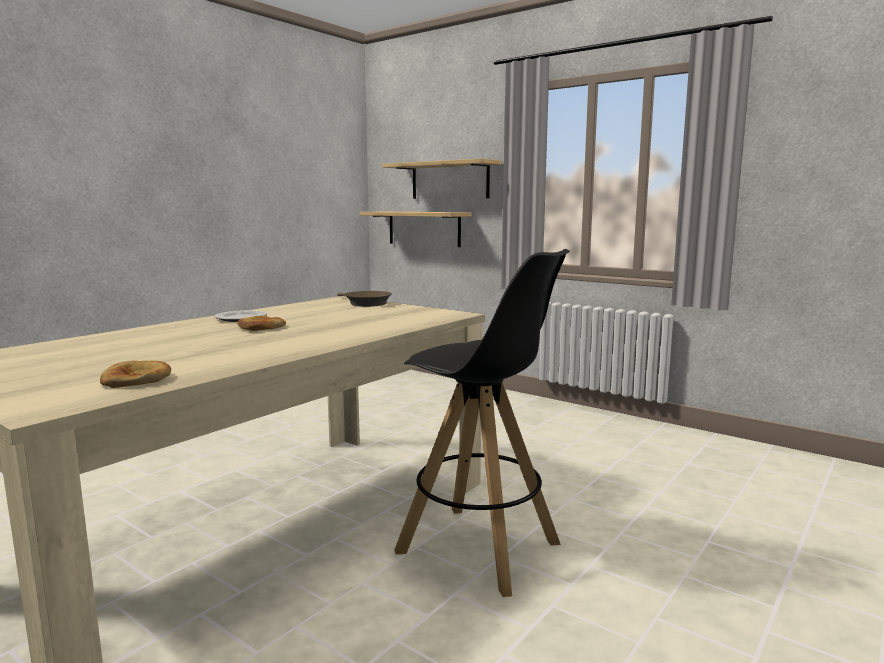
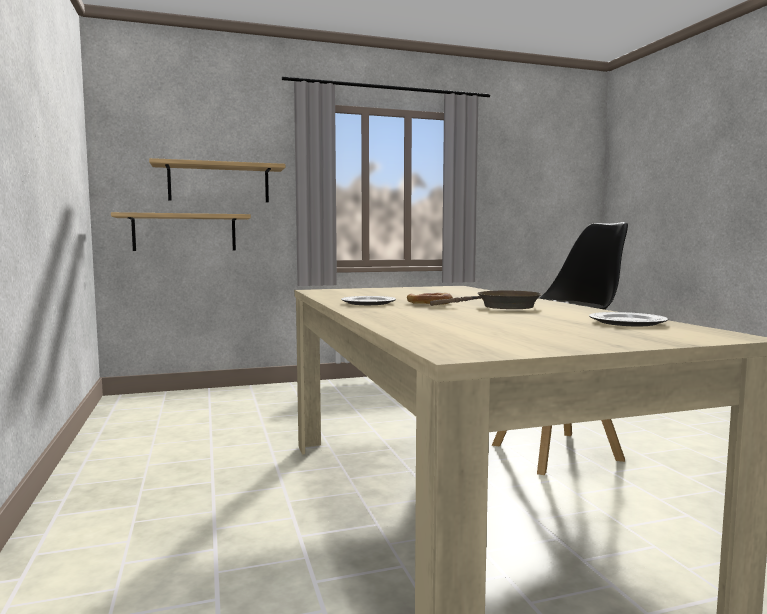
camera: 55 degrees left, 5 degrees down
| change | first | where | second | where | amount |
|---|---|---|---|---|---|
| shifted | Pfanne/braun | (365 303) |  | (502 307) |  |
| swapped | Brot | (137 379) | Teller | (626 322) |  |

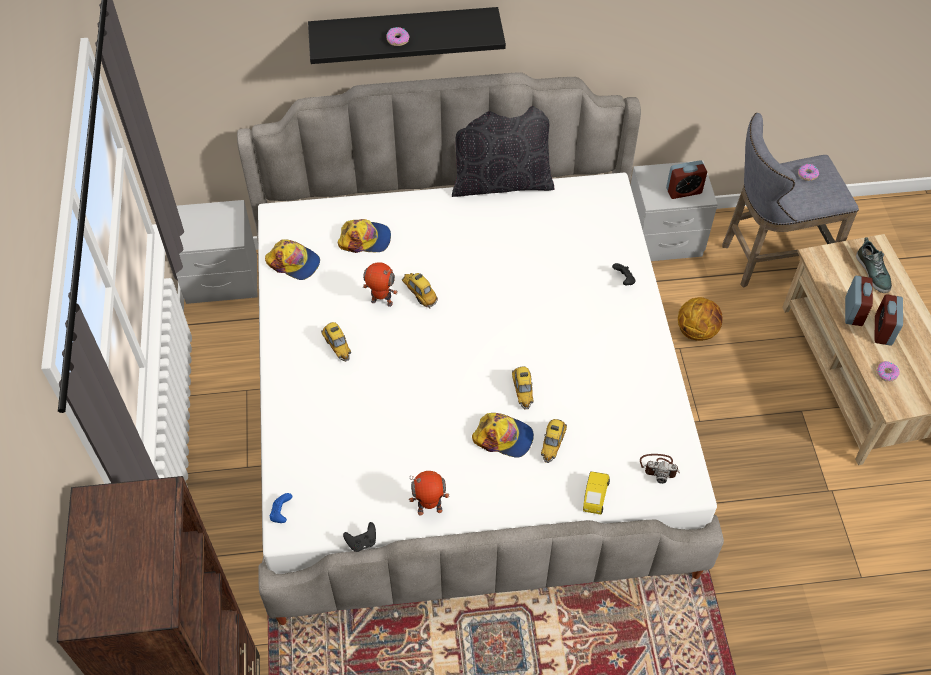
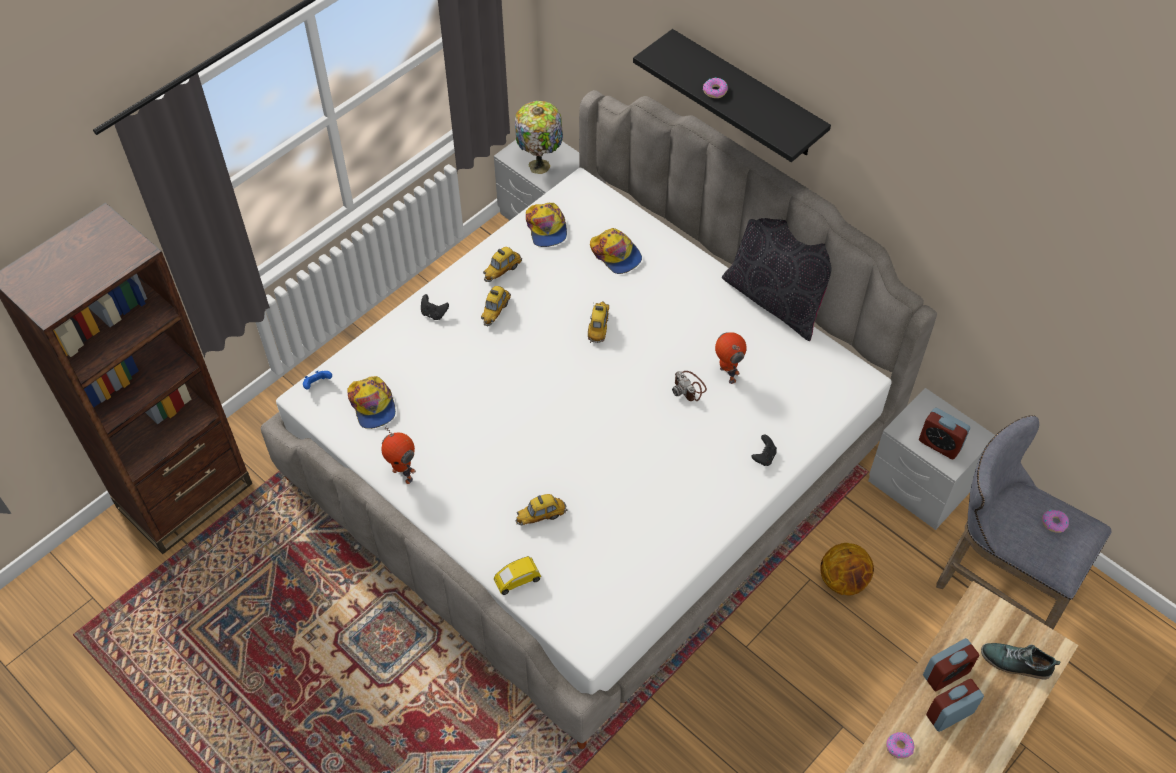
camera: 50 degrees right, 0 degrees up
| change | first | where | second | where | amount |
|---|---|---|---|---|---|
| rotated | Schuh | (873 272) |  | (1015 663) | 75 degrees clockwise |
| shifted | Spielzeugroboter | (381 303) |  | (726 375) |  |
| shifted | Spielzeugauto | (522 391) |  | (502 271) |  |
| shifted | Kappe | (503 437) |  | (372 405) |  |
| shifted | Kamera | (659 467) |  | (689 387) |  |
| shifted | Gamepad/schwarz | (362 542) |  | (434 313) |  |
| new |  |  | Tischlampe | (540 165) |  |

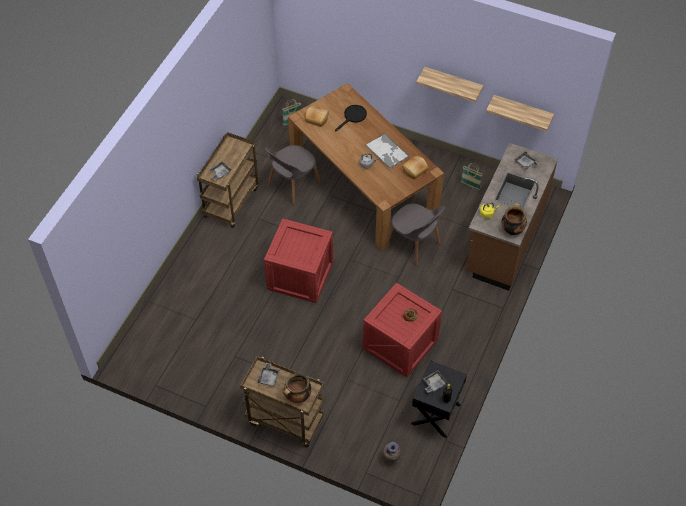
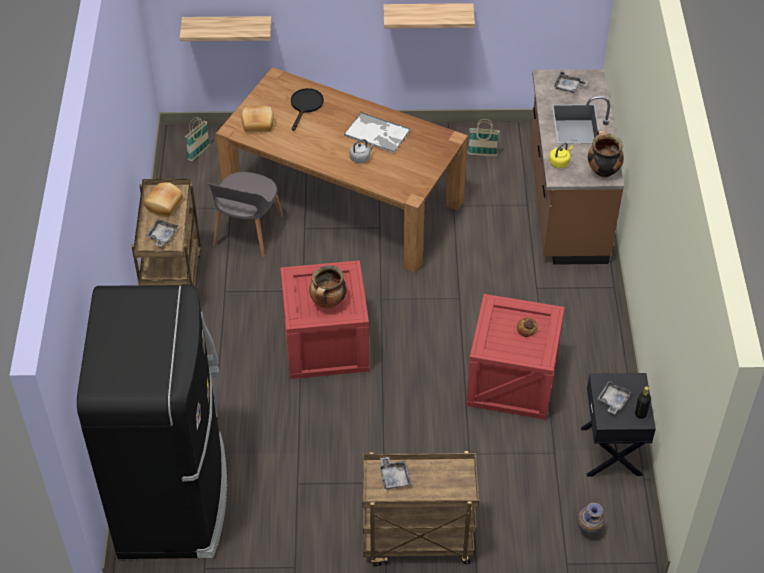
camera: 25 degrees left, 5 degrees down
| change | first | where | second | where | amount |
|---|---|---|---|---|---|
| shifted | Wandregal | (522 111) |  | (227 27) |  |
| shifted | Brot | (415 171) |  | (165 205) |  |
| gone | Stuhl/grau | (414 244) |  |  |  |
| shifted | Kochtopf | (297 397) |  | (328 303) |  |
| new |  |  | Kühlschrank/schwarz | (174 496) |  |

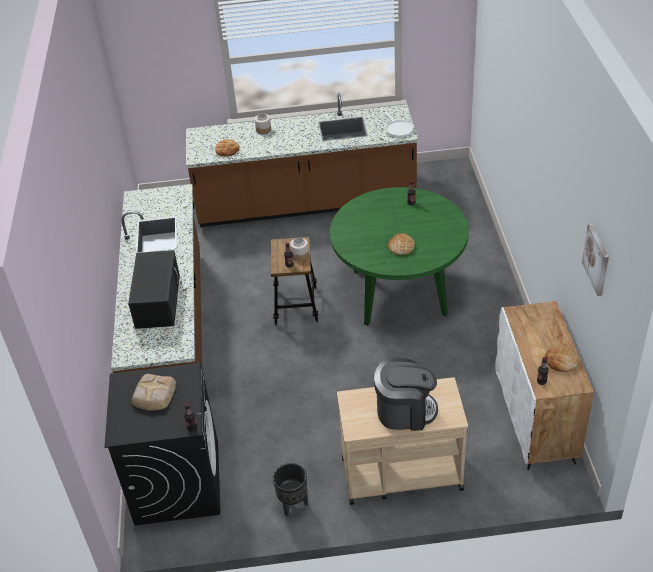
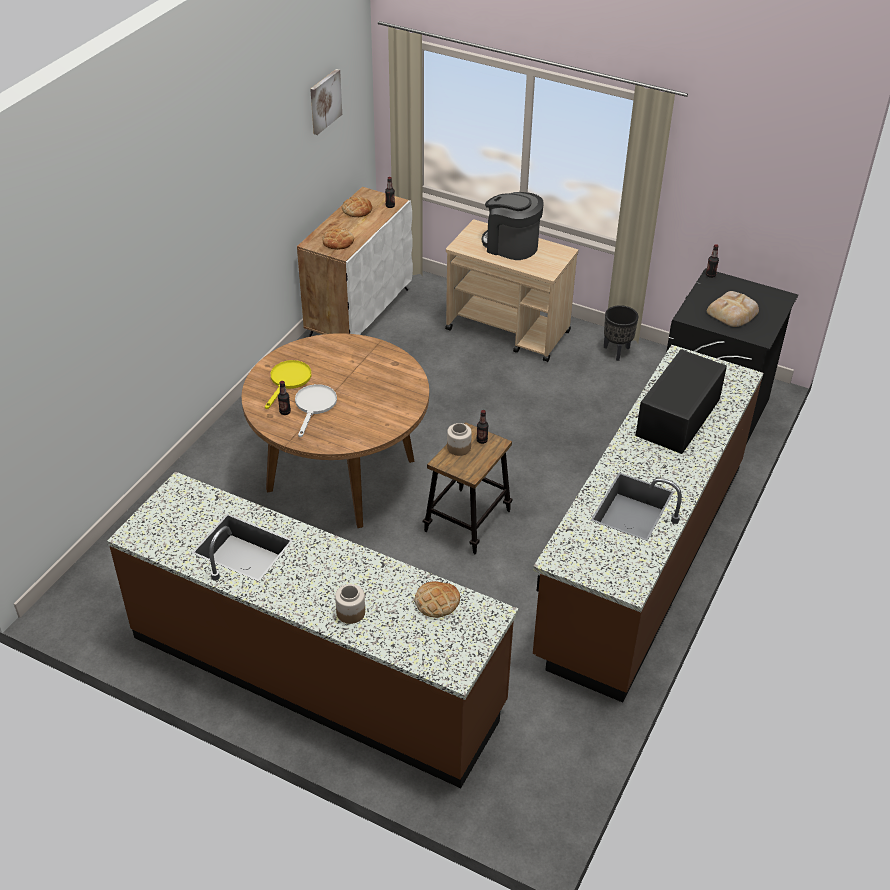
camera: 150 degrees left, 0 degrees up
| change | first | where | second | where | amount |
|---|---|---|---|---|---|
| shifted | Pfanne/weiß | (397 128) |  | (314 406) |  |
| repainted | Esstisch/grün | (399 292) | Esstisch/braun | (341 475) |  |
| shifted | Brot | (401 246) |  | (338 242) |  |
| new |  |  | Pfanne/gelb | (288 381) |  |

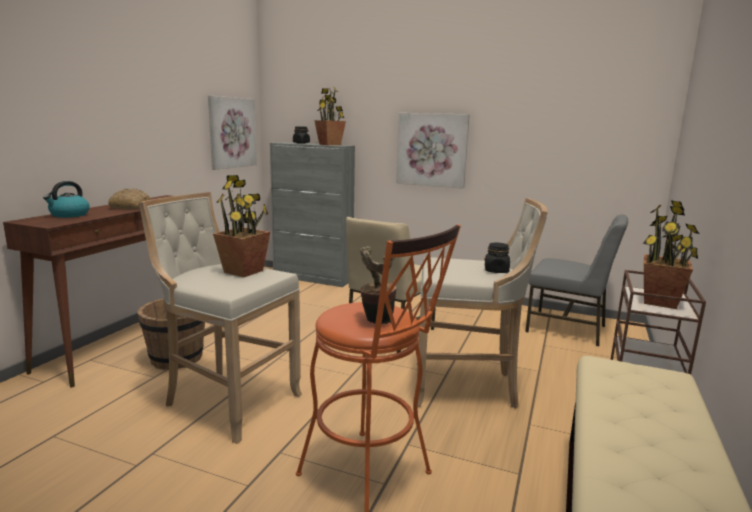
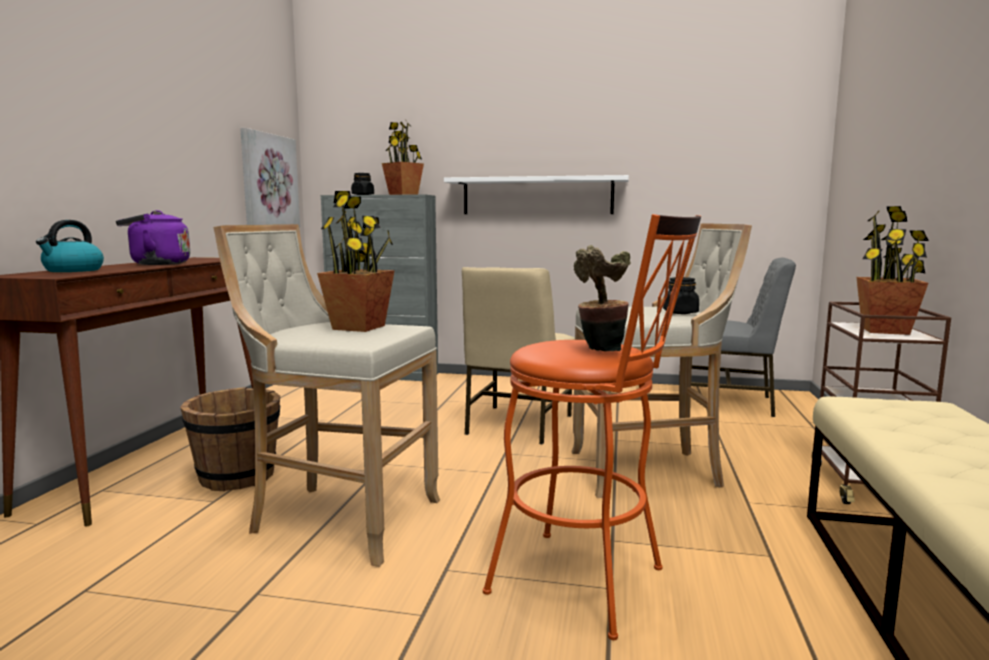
camera: 10 degrees left, 5 degrees down
| change | first | where | second | where | amount |
|---|---|---|---|---|---|
| swapped | Bild | (432 150) | Wandregal/weiß | (537 196) |  |
| swapped | Brot | (130 206) | Wasserkessel/lila | (156 264) |  |

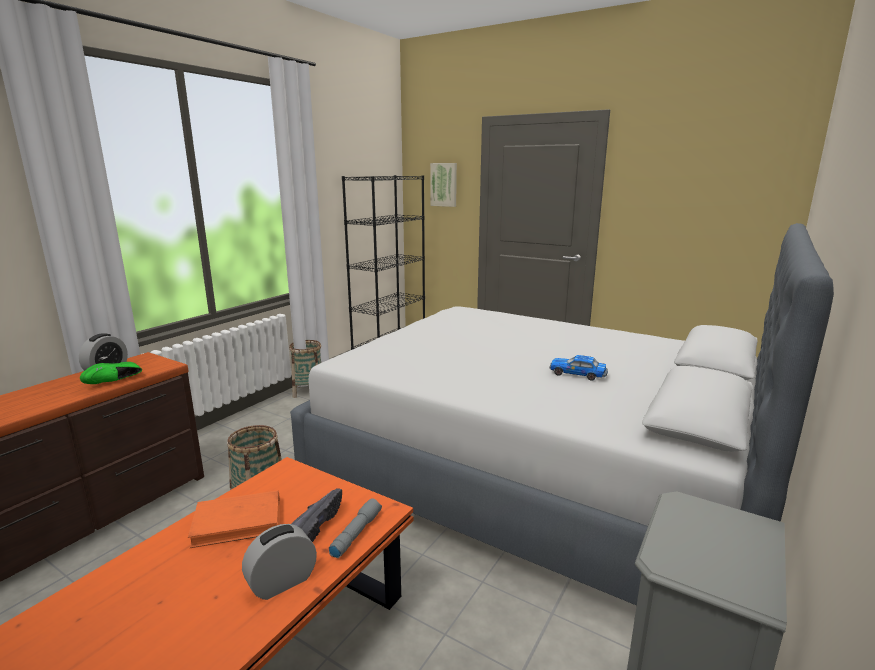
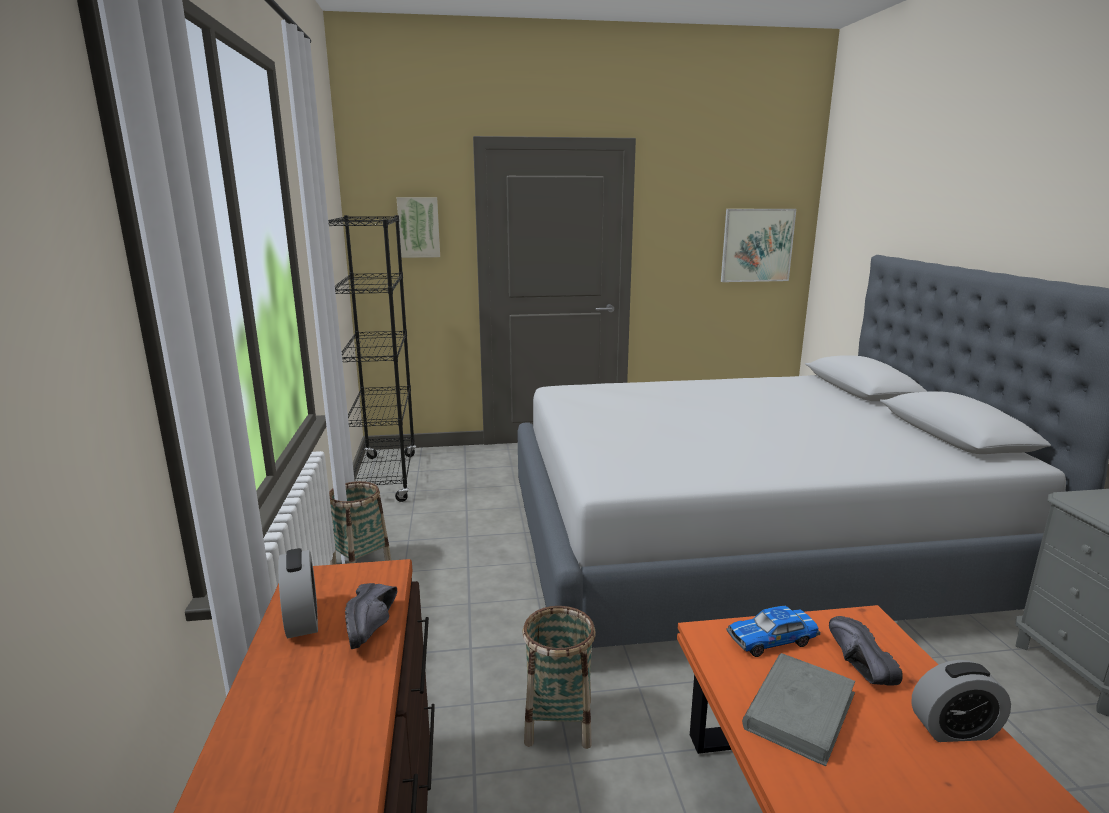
camera: 40 degrees left, 0 degrees up
| change | first | where | second | where | amount |
|---|---|---|---|---|---|
| shifted | Spielzeugauto | (578 374) |  | (772 640) |  |
| repainted | Schuh/grün | (115 382) | Schuh/schwarz | (374 627) |  |
| repainted | Buch/orange | (238 522) | Buch/grau | (799 710) |  |
| gone | Taschenlampe/grau | (356 533) |  |  |  |
| rotated | Wecker | (282 582) |  | (954 729) | 105 degrees counterclockwise |
| new |  |  | Bild | (757 245) |  |

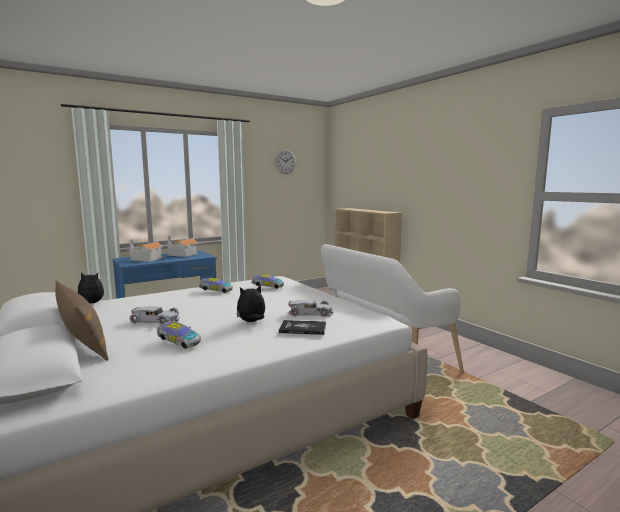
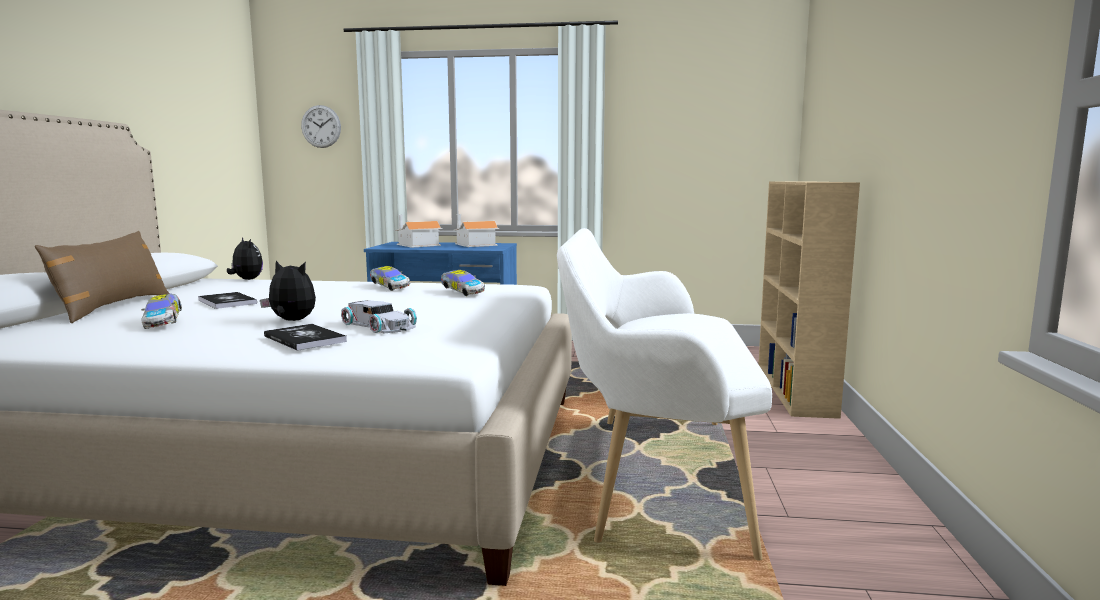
camera: 40 degrees right, 0 degrees up
| change | first | where | second | where | amount |
|---|---|---|---|---|---|
| shifted | Wanduhr | (285 161) |  | (321 126) |  |
| swapped | Spielzeugauto/weiß | (155 320) | Buch | (227 302) |  |

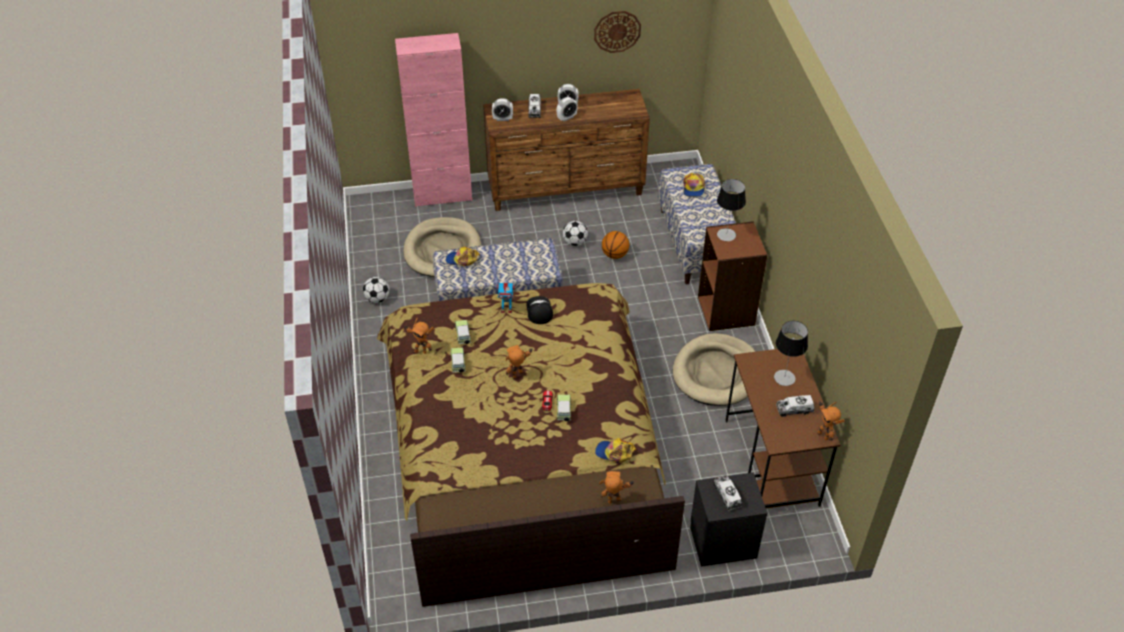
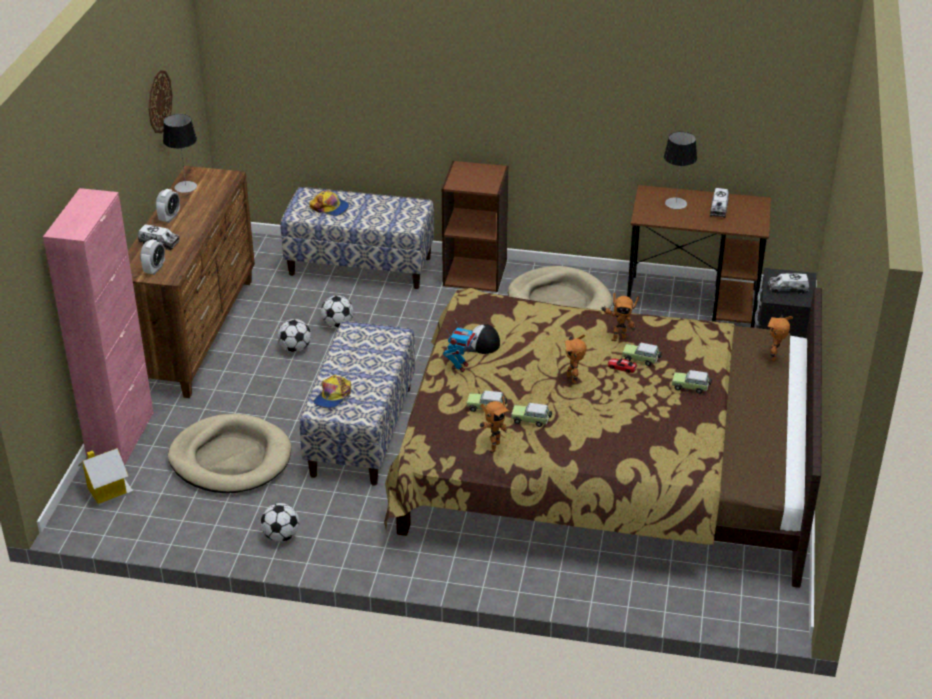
camera: 70 degrees left, 10 degrees down
| change | first | where | second | where | amount |
|---|---|---|---|---|---|
| gone | Wecker | (567 117) |  |  |  |
| shifted | Tischlampe | (726 235) |  | (185 187) |  |
| swapped | Basketball | (615 254) | Fußball | (338 324) |  |
| shifted | Spielzeugroboter | (823 435) |  | (617 337) |  |
| gone | Kappe | (614 453) |  |  |  |
| new |  |  | Spielzeugauto | (691 387) |  |
| new |  |  | Spielzeughaus | (108 491) |  |

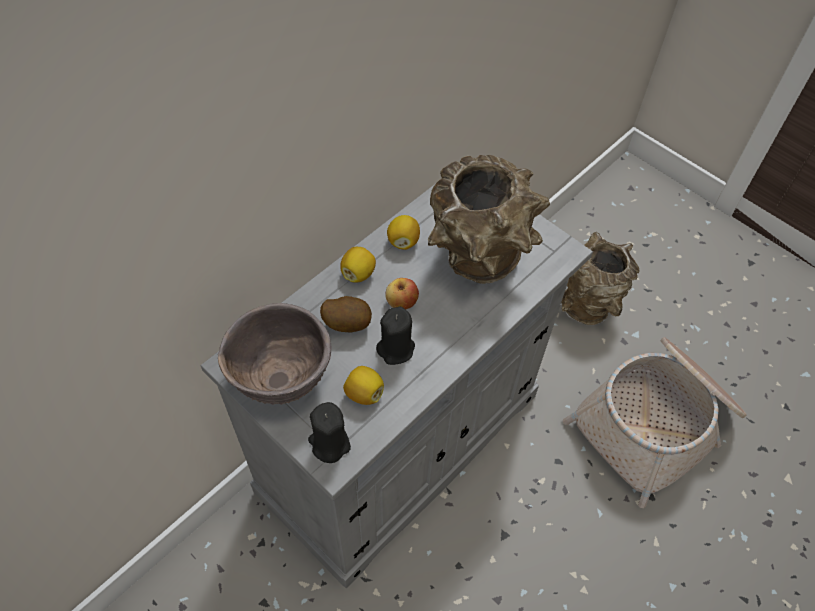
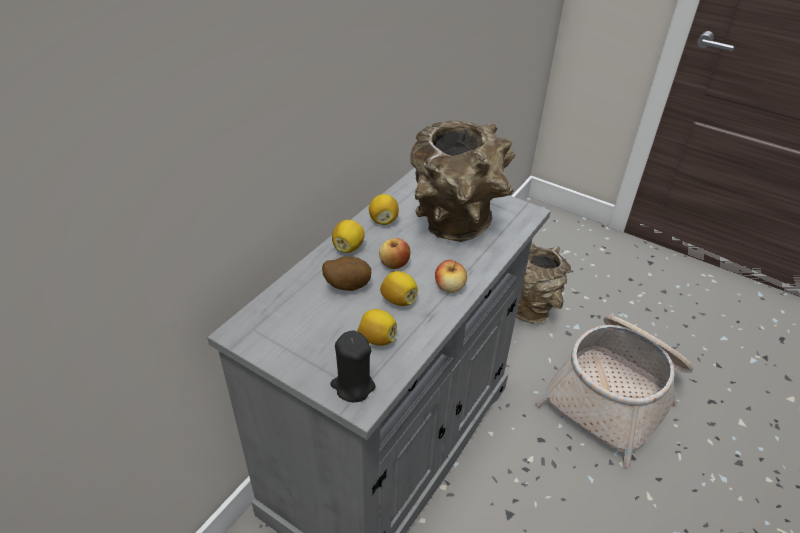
camera: 10 degrees left, 15 degrees down
| change | first | where | second | where | amount |
|---|---|---|---|---|---|
| gone | Schüssel/braun | (282 378) |  |  |  |
| swapped | Kerze/schwarz | (396 349) | Zitrone | (398 300) |  |
| new |  |  | Apfel | (449 287) |  |

